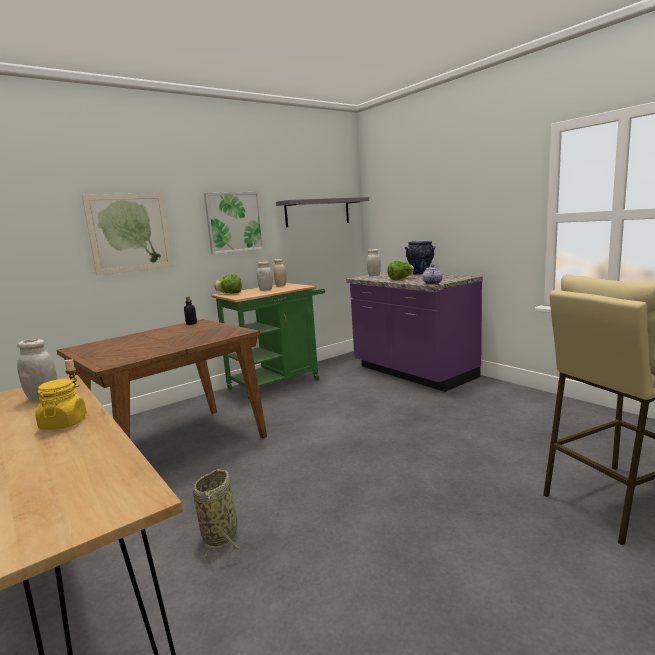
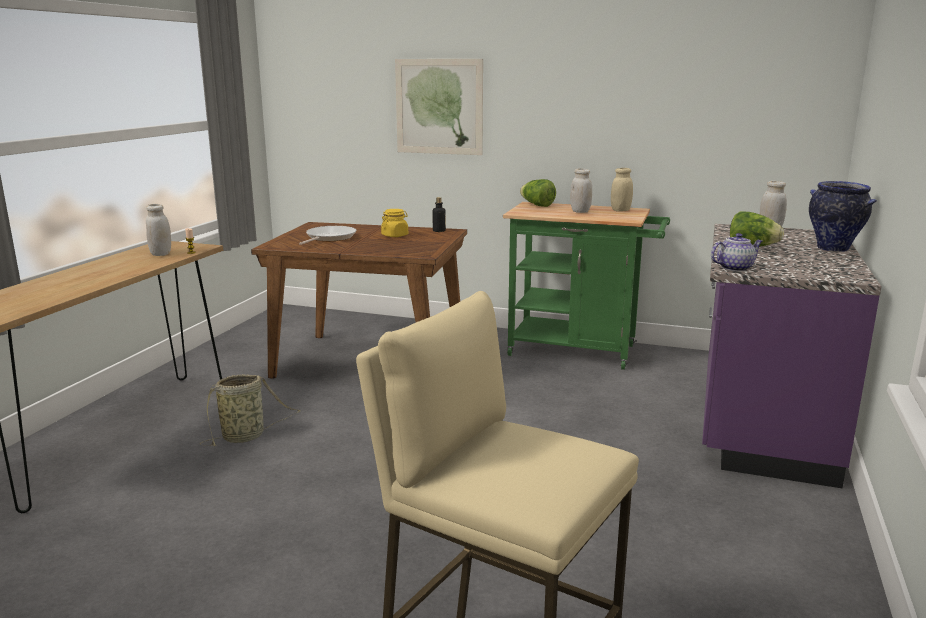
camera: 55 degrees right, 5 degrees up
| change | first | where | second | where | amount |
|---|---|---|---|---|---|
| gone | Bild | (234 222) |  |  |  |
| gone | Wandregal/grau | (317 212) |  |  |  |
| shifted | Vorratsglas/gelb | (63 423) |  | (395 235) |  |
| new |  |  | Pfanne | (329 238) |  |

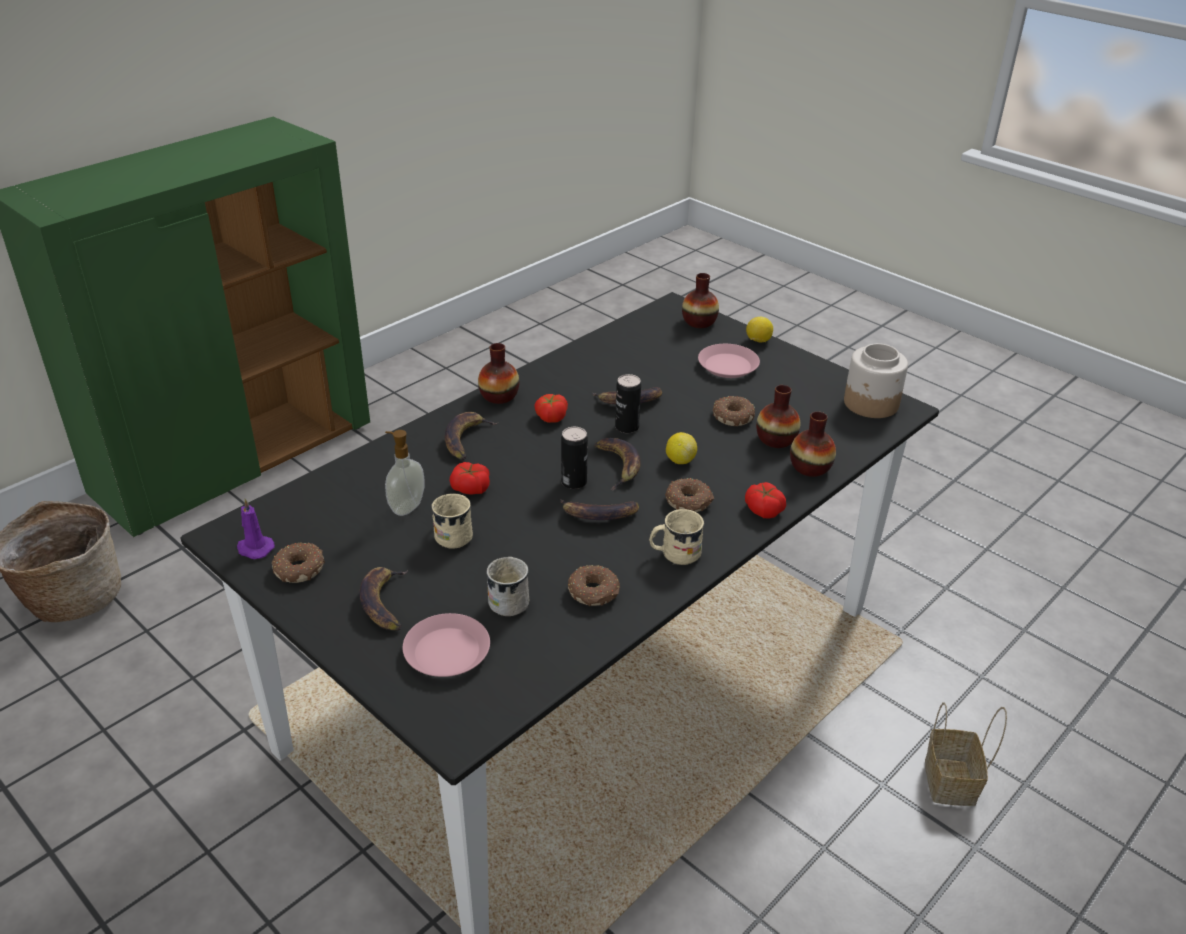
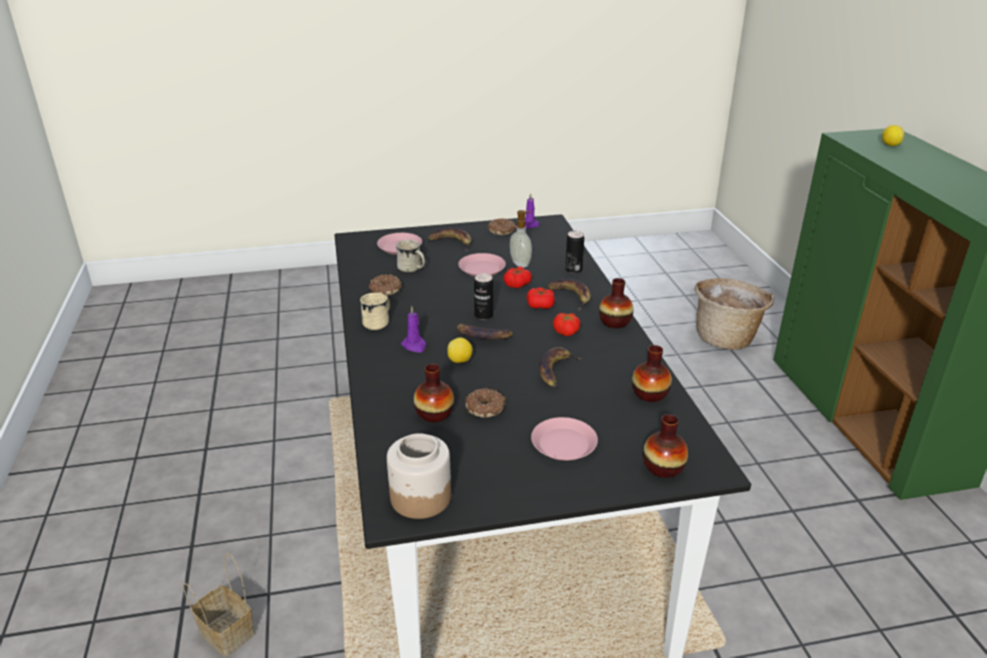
camera: 125 degrees right, 5 degrees down
| change | first | where | second | where | amount |
|---|---|---|---|---|---|
| shifted | Zitrone | (758 341) |  | (890 145) |  |
| shifted | Dose | (627 427) |  | (573 270) |  |
| shifted | Vase | (810 467) |  | (650 394) |  |
| swapped | Donut | (689 502) | Kerze/lila | (414 346) |  |
| shifted | Tomate | (763 509) |  | (540 305) |  |
| swapped | Henkelbecher/beige | (452 533) | Teller/rosa | (482 269) |  |
| gone | Banane | (598 515) |  |  |  |

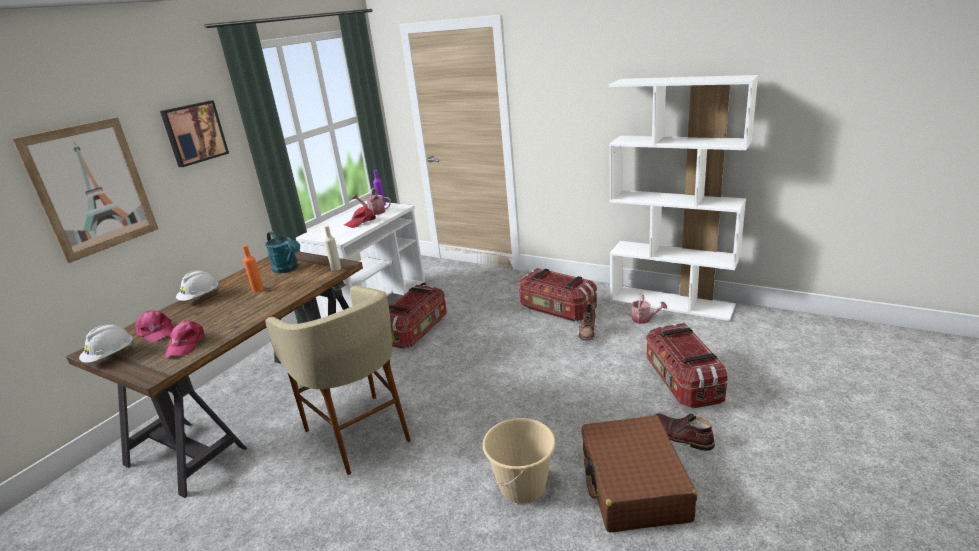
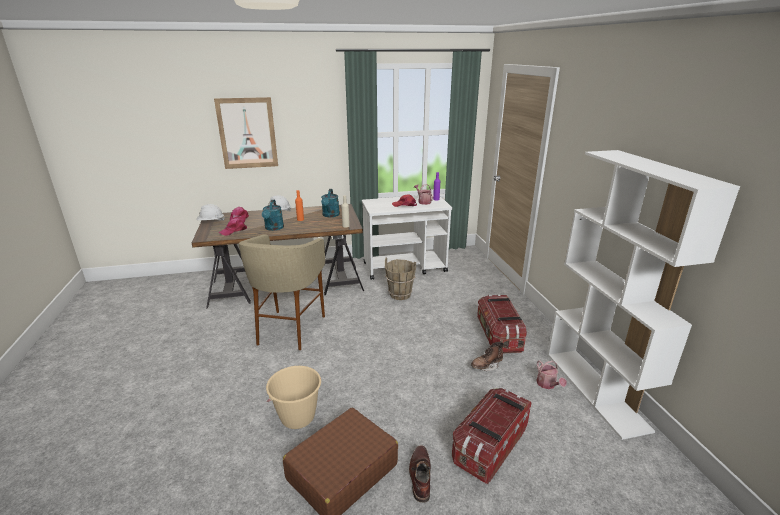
camera: 45 degrees right, 0 degrees up
| change | first | where | second | where | amount |
|---|---|---|---|---|---|
| gone | Bild | (194 133) |  |  |  |
| swapped | Aufbewahrungsbox | (417 330) | Eimer/braun | (400 294) |  |
| new |  |  | Gießkanne/türkis | (273 228) |  |

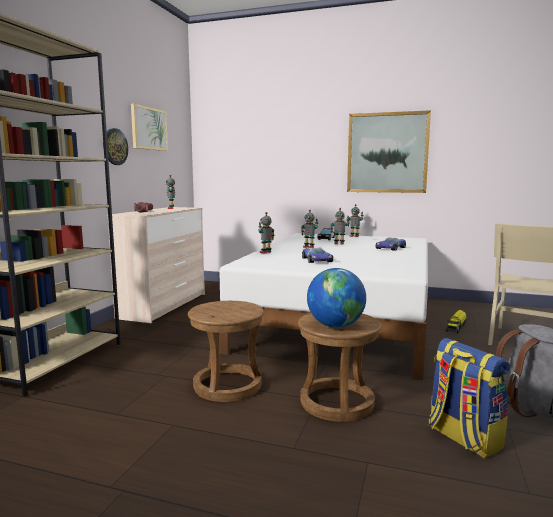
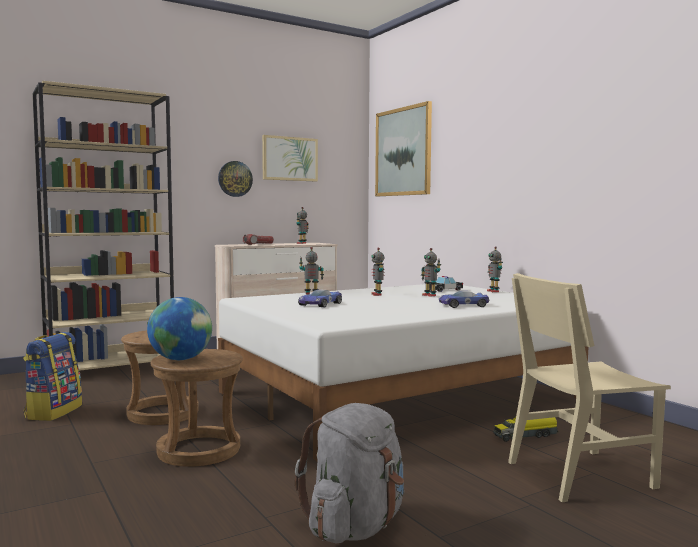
camera: 40 degrees right, 5 degrees down
| change | first | where | second | where | amount |
|---|---|---|---|---|---|
| shifted | Bild | (387 153) |  | (403 152) |  |
| shifted | Rucksack | (462 438) |  | (53 412) |  |

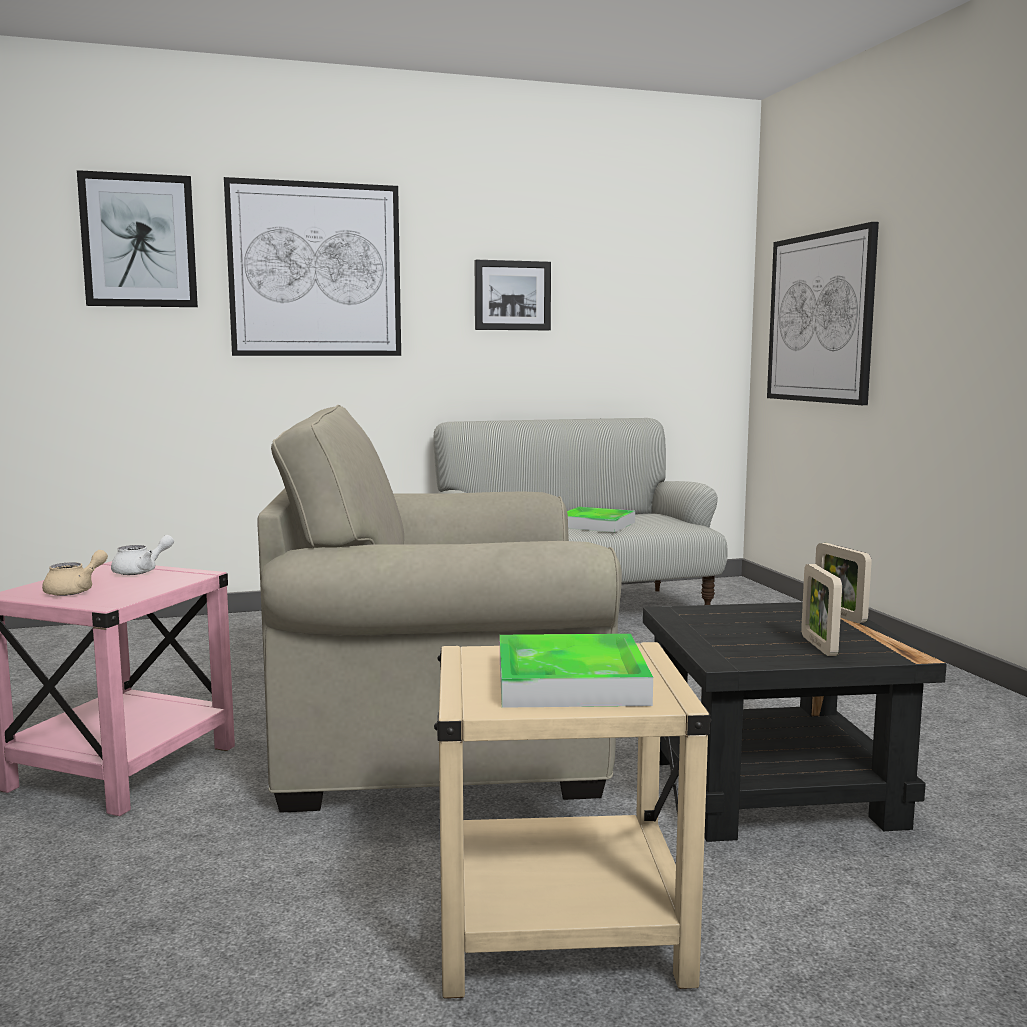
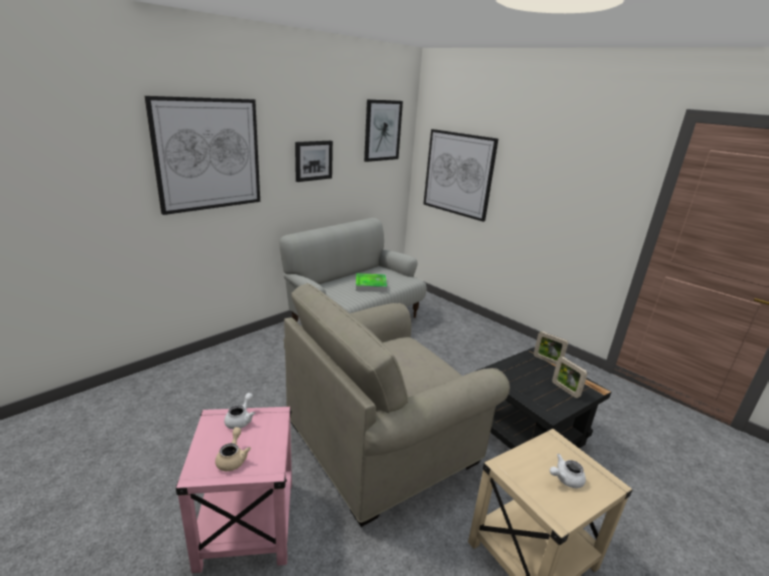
camera: 30 degrees left, 15 degrees up
| change | first | where | second | where | amount |
|---|---|---|---|---|---|
| shifted | Bild | (139 241) |  | (382 130) |  |
| swapped | Tablett | (570 681) | Teekanne/weiß | (565 479) |  |

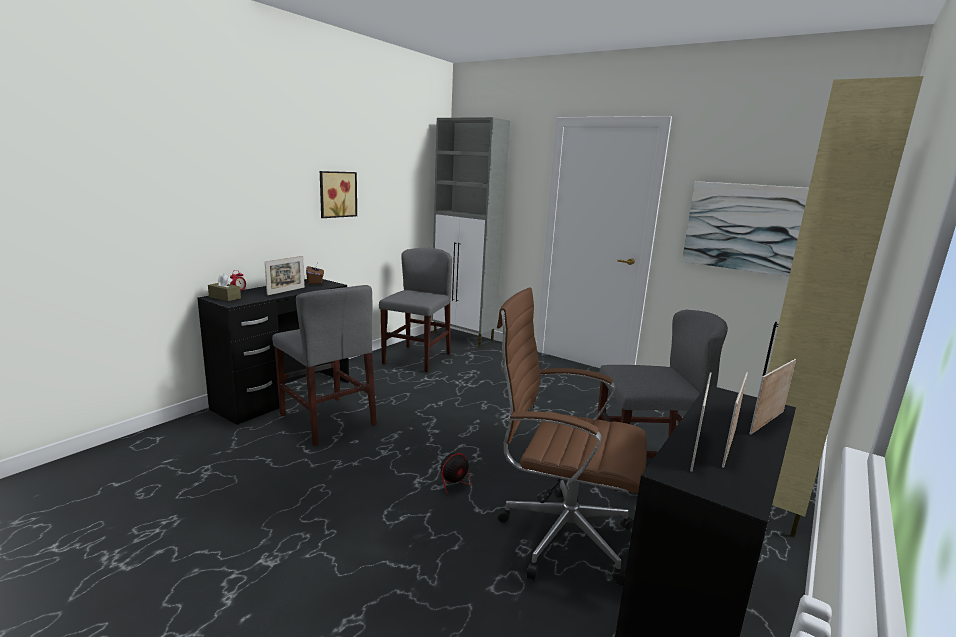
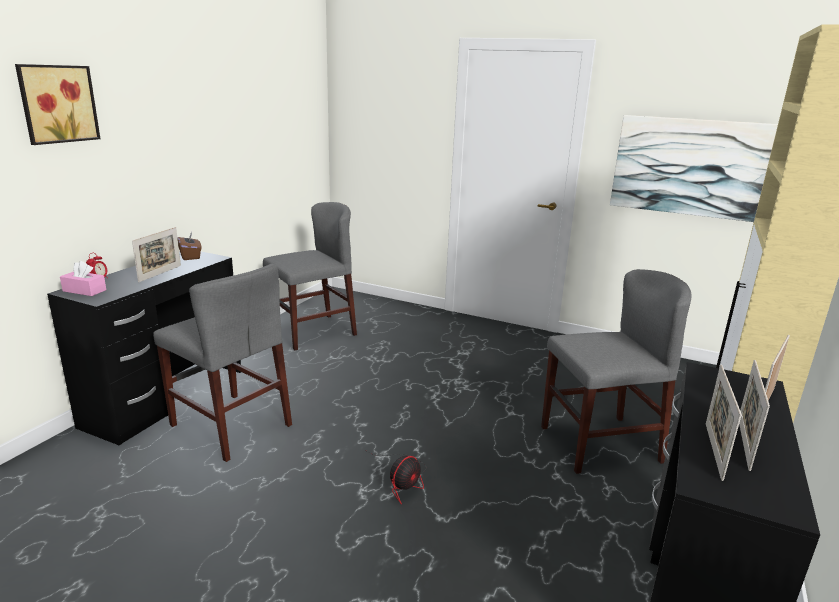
camera: 10 degrees left, 5 degrees up
| change | first | where | second | where | amount |
|---|---|---|---|---|---|
| gone | Schrank/grau | (463 337) |  |  |  |
| shifted | Bild | (337 194) |  | (57 104) |  |
| rotated | Stuhl/grau | (417 358) |  | (313 332) | 45 degrees clockwise |
| repainted | Taschentuchbox/braun | (225 297) | Taschentuchbox/rosa | (84 290) |  |
| gone | Bürostuhl/braun | (559 535) |  |  |  |

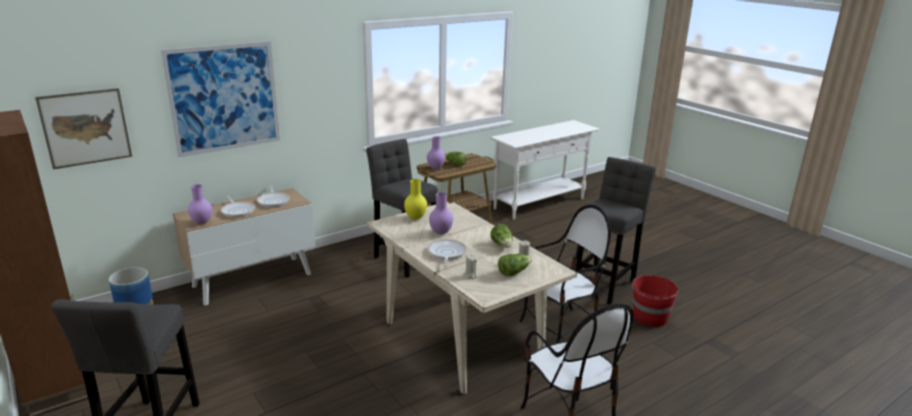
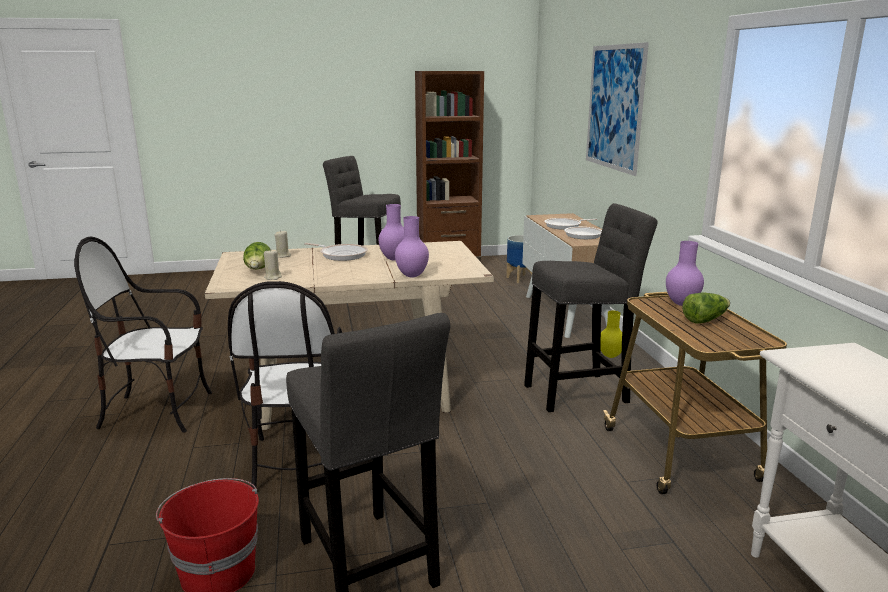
camera: 115 degrees right, 5 degrees down
| change | first | where | second | where | amount |
|---|---|---|---|---|---|
| gone | Bild | (86 128) |  |  |  |
| shifted | Vase/gelb | (415 218) |  | (609 356) |  |
| shifted | Vase/lila | (201 223) |  | (412 275) |  |
| gone | Salatkopf | (502 245) |  |  |  |

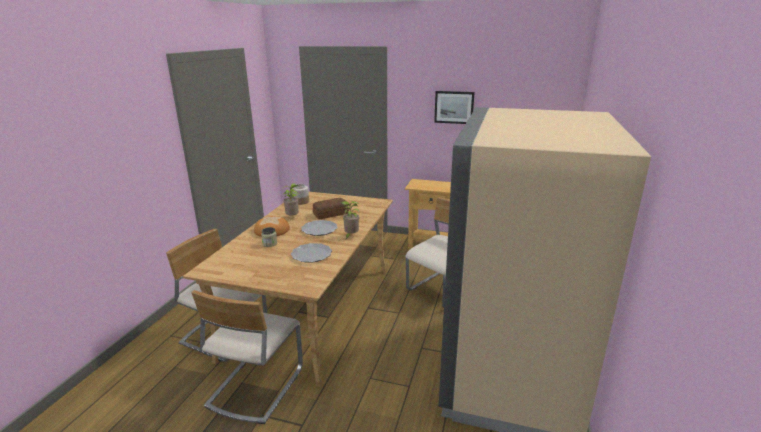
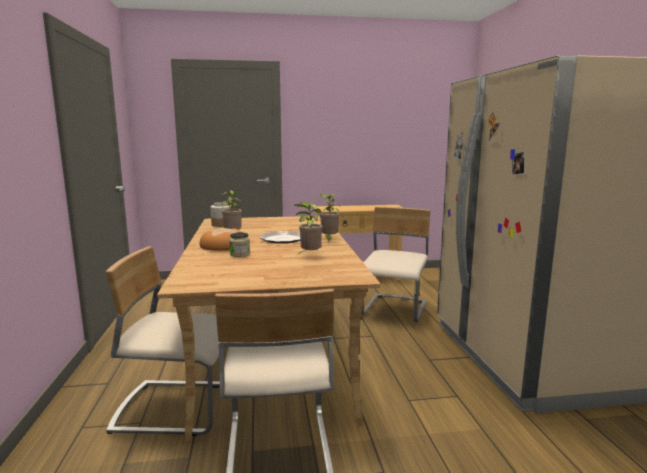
camera: 25 degrees left, 10 degrees down
| change | first | where | second | where | amount |
|---|---|---|---|---|---|
| gone | Bild | (454 107) |  |  |  |
| gone | Brot | (330 214) |  |  |  |
| swapped | Teller | (311 254) | Topfpflanze | (309 255) |  |

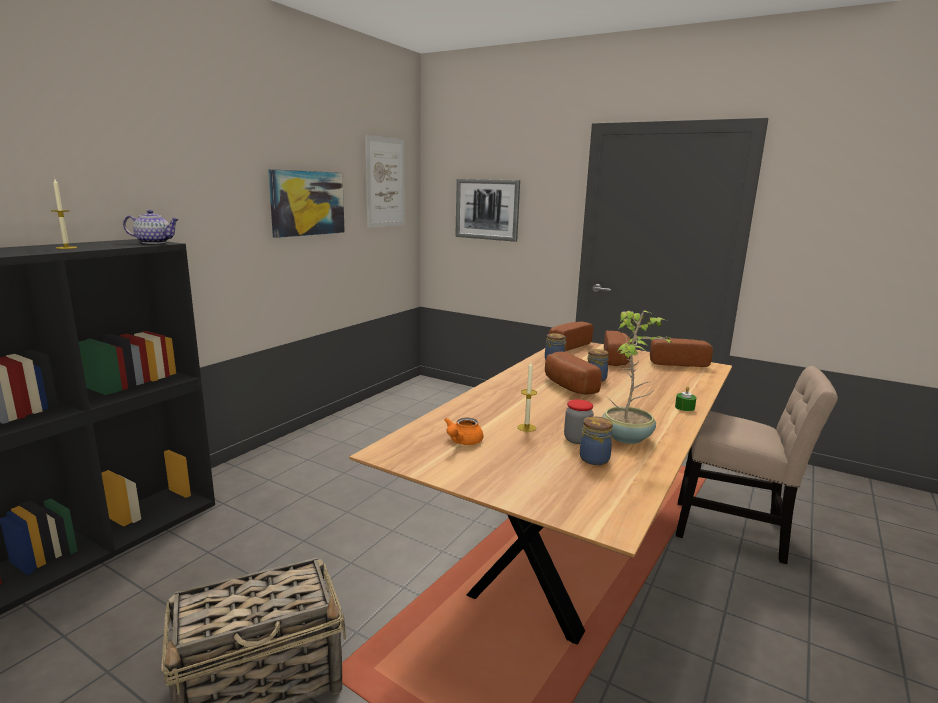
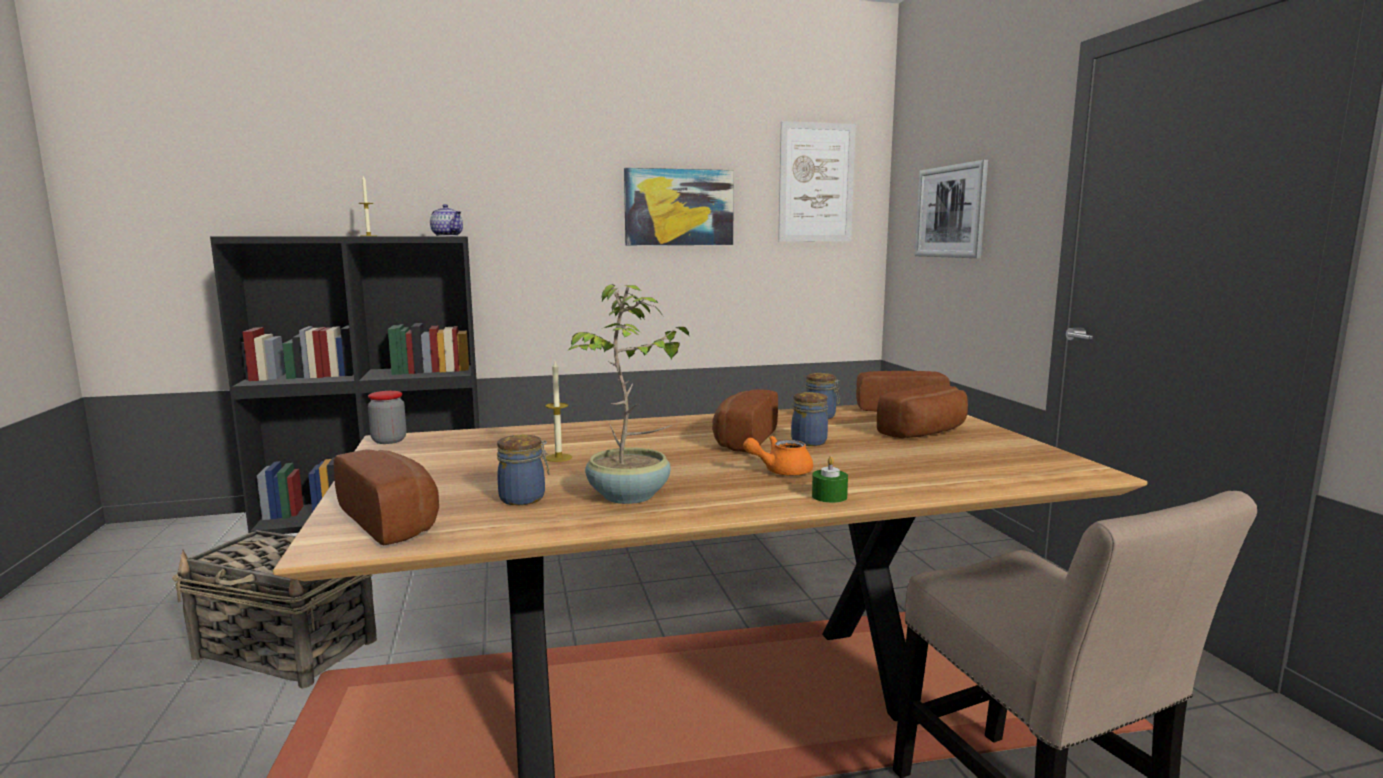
camera: 45 degrees right, 5 degrees down
| change | first | where | second | where | amount |
|---|---|---|---|---|---|
| shifted | Brot | (676 362) |  | (394 519) |  |
| shifted | Vorratsglas | (577 439) |  | (389 440) |  |
| shifted | Teekanne/orange | (462 442) |  | (780 471) |  |

